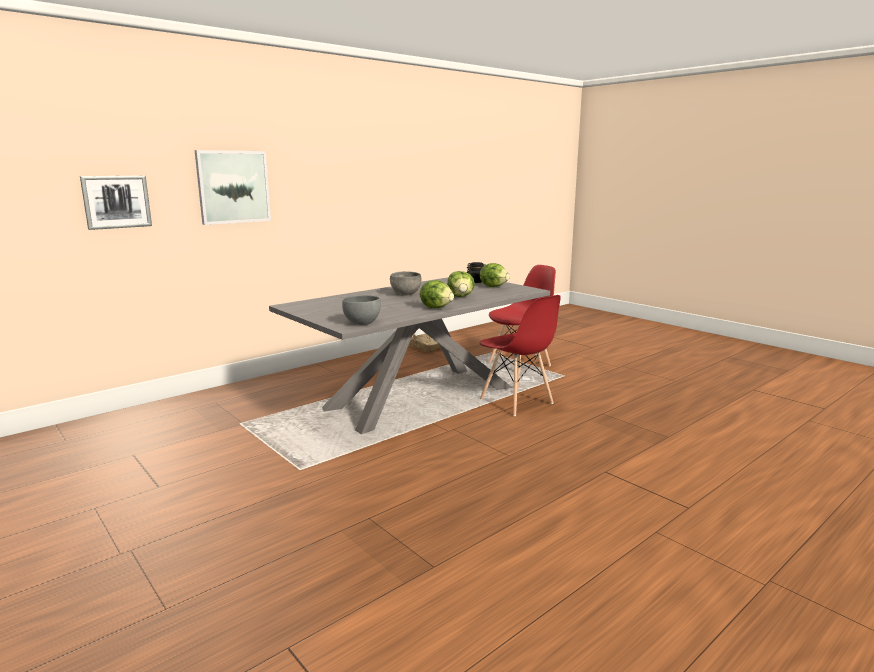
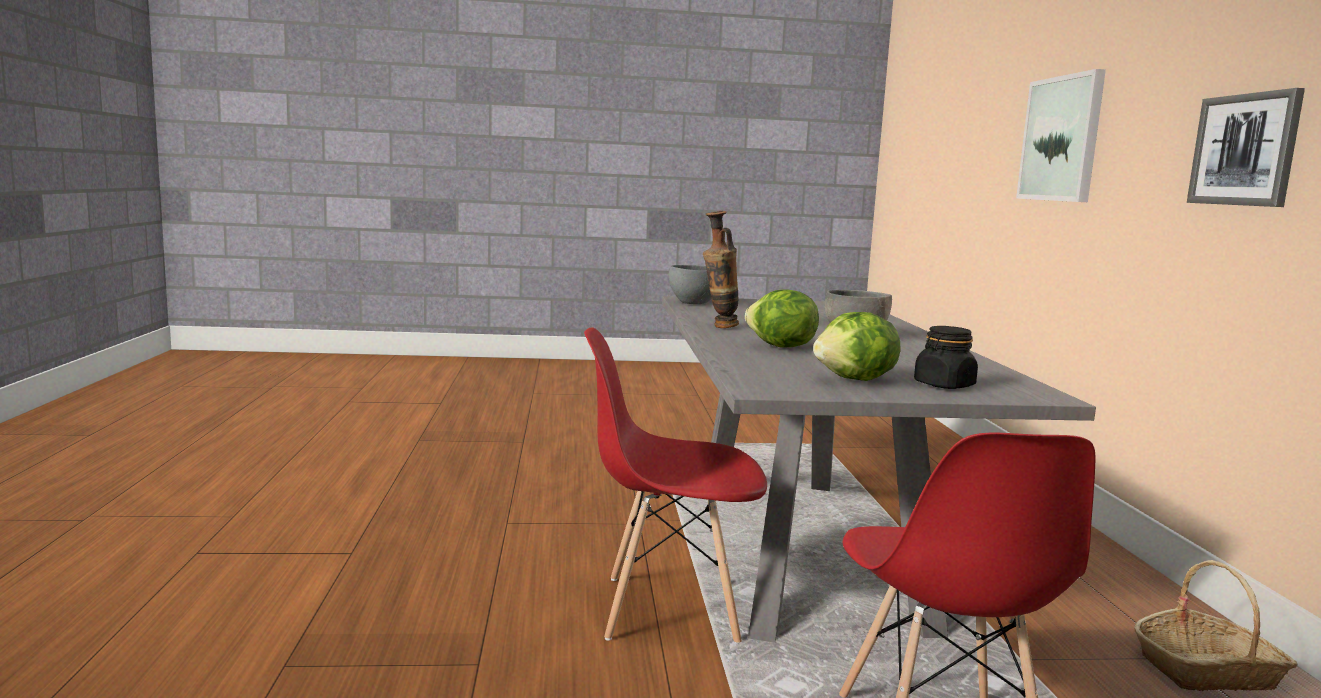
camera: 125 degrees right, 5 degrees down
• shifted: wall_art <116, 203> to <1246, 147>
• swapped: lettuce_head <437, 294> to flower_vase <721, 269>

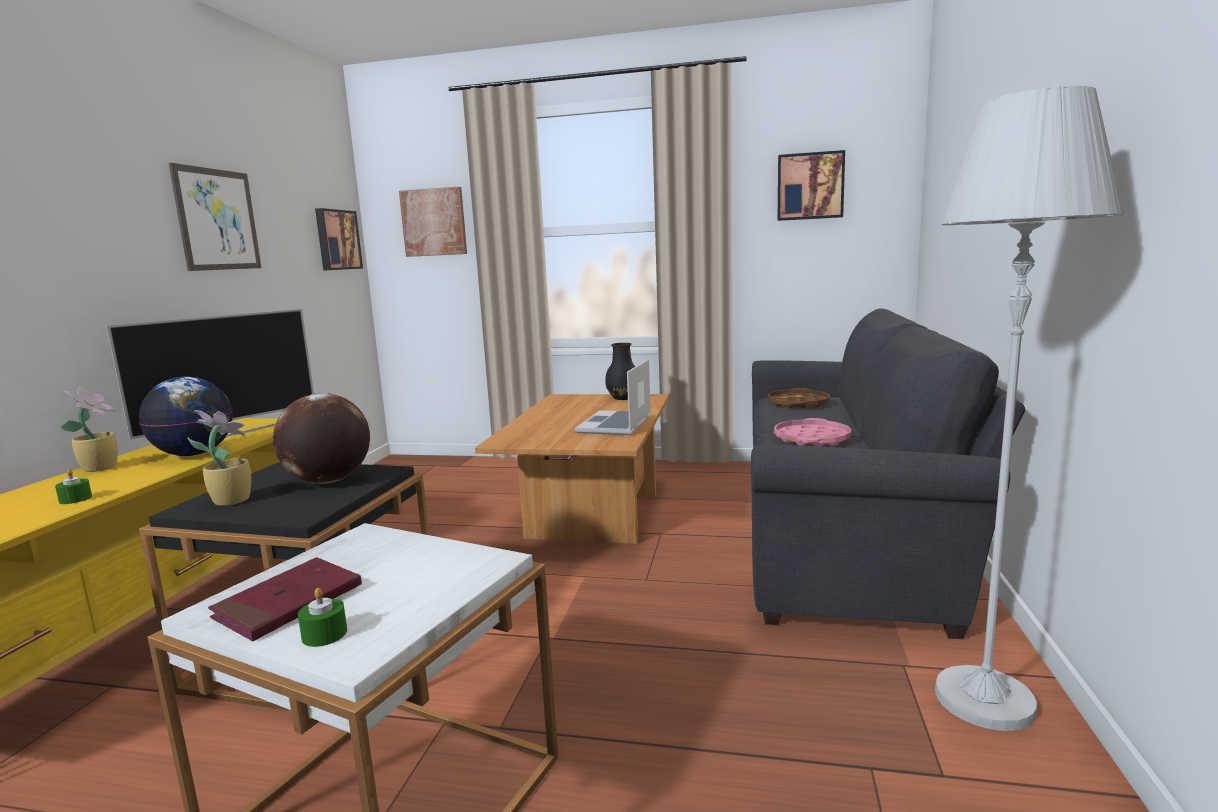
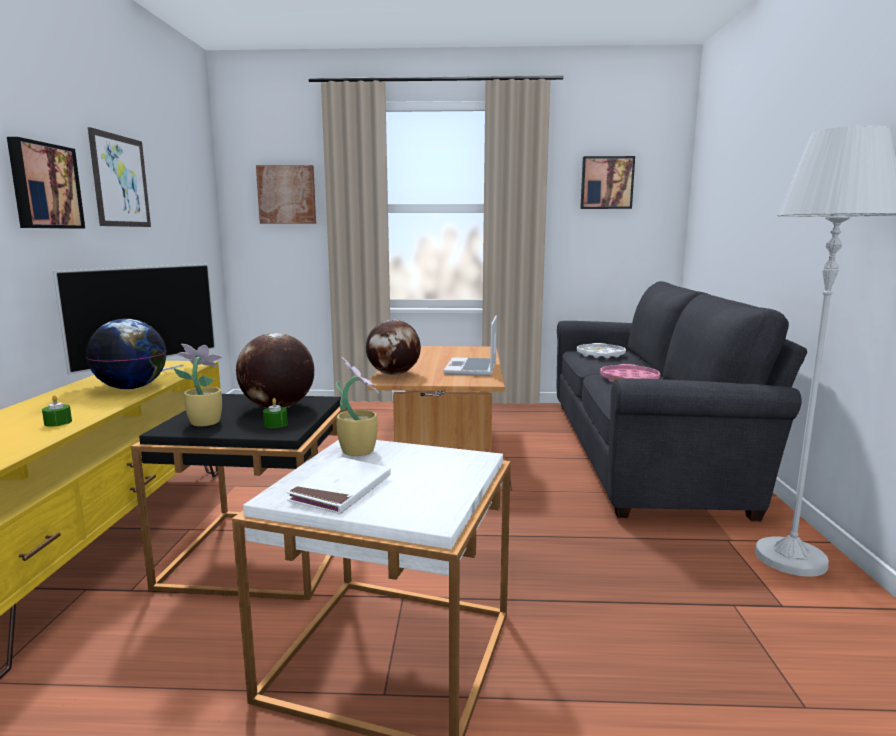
camera: 10 degrees left, 0 degrees up
• shifted: wall_art <339, 239> to <46, 183>
• gone: black-coloured_flower_vase <620, 371>
• shifted: plant_in_a_pot <89, 429> to <357, 406>
• repainted: brown_serving_tray <799, 398> to white-coloured_serving_tray <601, 350>
• repainted: red-coloured_book <285, 599> to white-coloured_book <339, 485>
• shifted: green_candle <322, 617> to <275, 413>
• new: world_globe <393, 347>

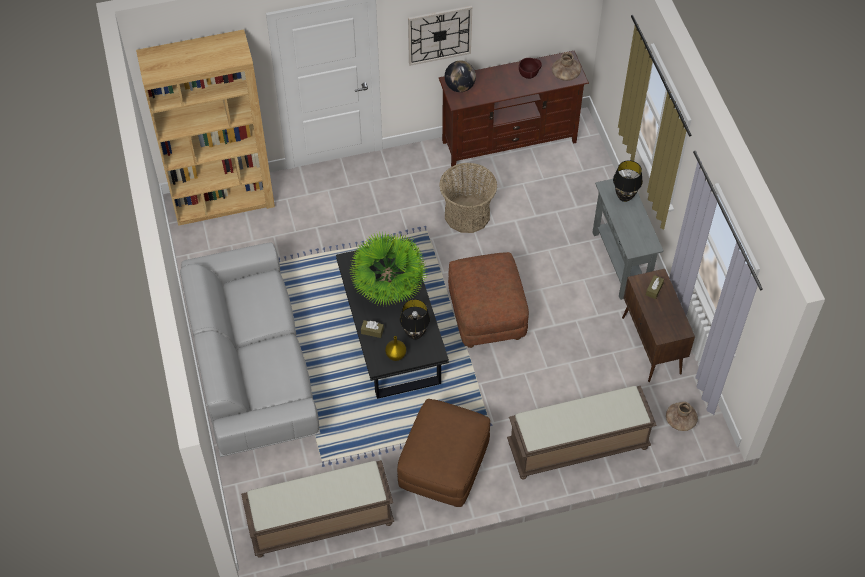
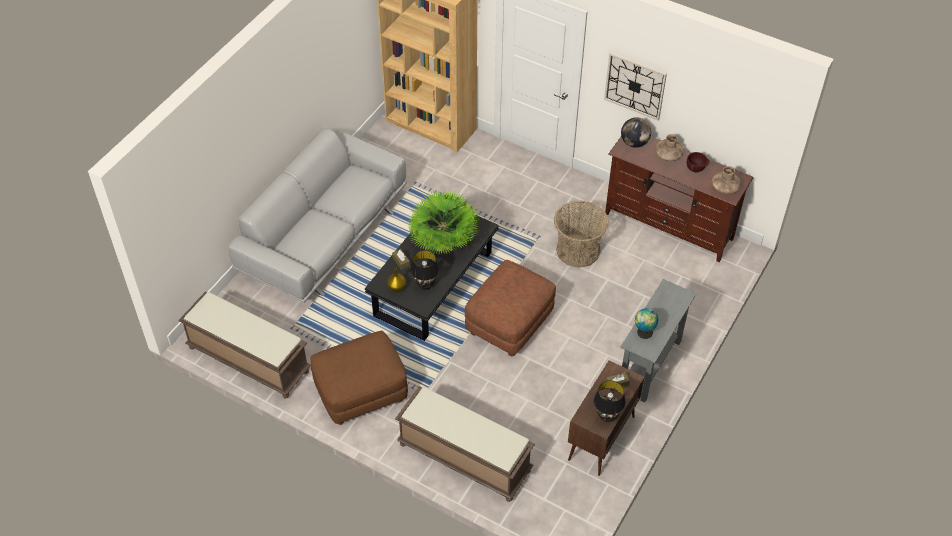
camera: 45 degrees right, 5 degrees down
• shifted: black-coloured_table_lamp <628, 181> to <609, 401>
• shifted: brown_flower_vase <682, 416> to <669, 147>
• new: world_globe <647, 323>

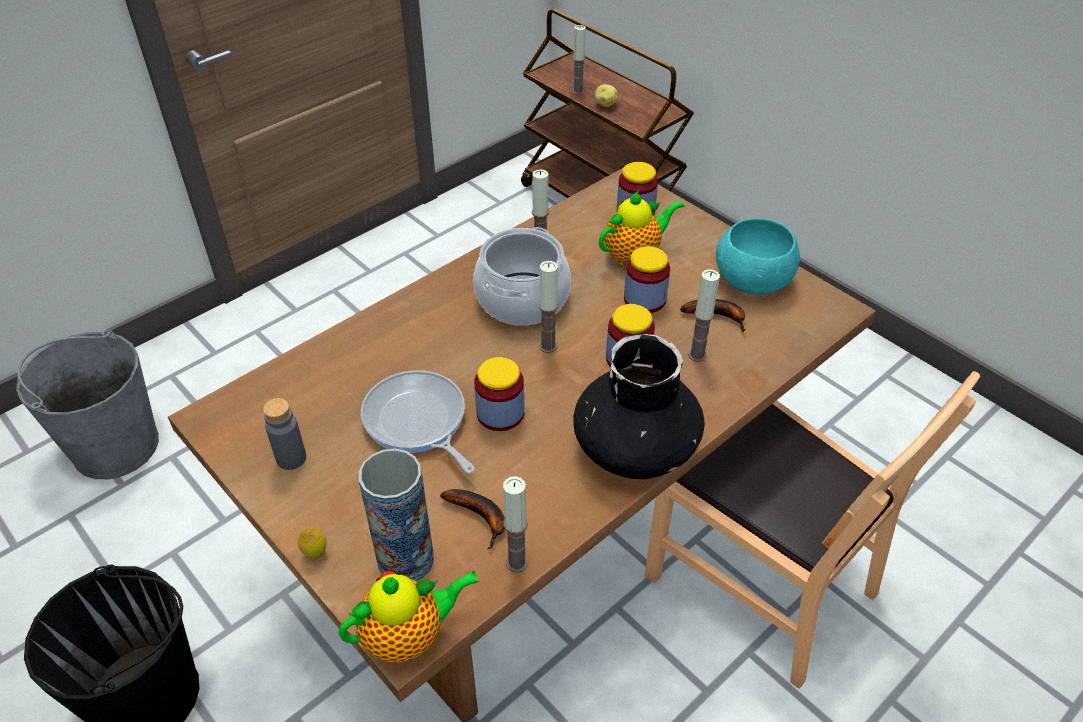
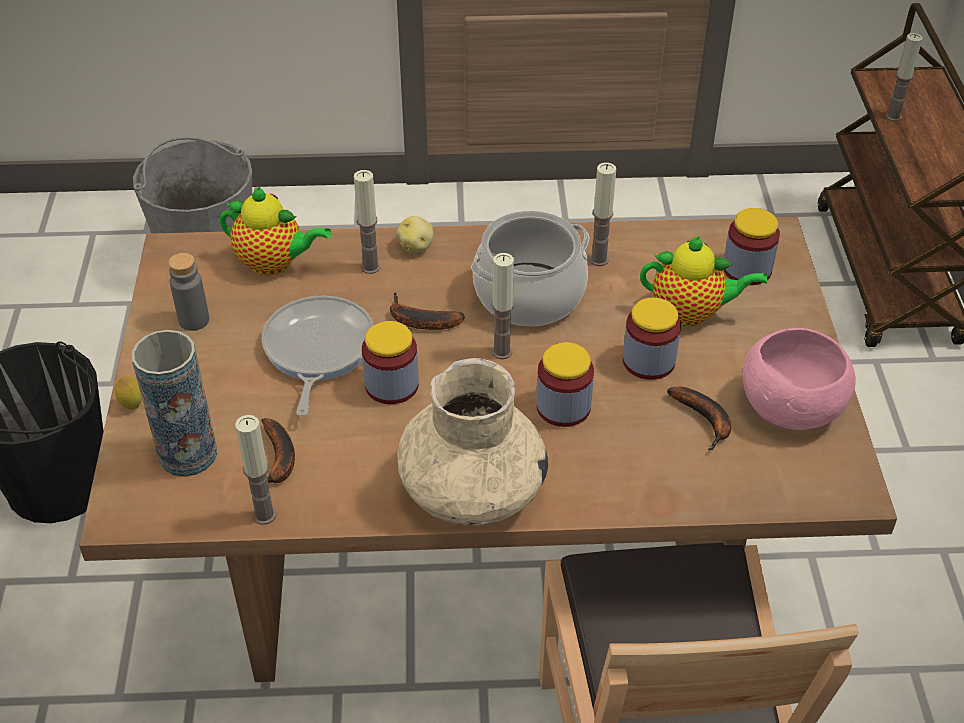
camera: 40 degrees right, 0 degrees up
• shifted: whole_potato <606, 95> to <414, 234>
• repainted: turquoise-coloured_serving_bowl <758, 256> to pink_serving_bowl <799, 379>
• shifted: candle <704, 315> to <367, 222>
• repainted: black-coloured_flower_vase <639, 406> to sand-coloured_flower_vase <472, 441>
• shifted: pot_for_tea <409, 617> to <275, 231>
• new: banana_fruit <427, 311>

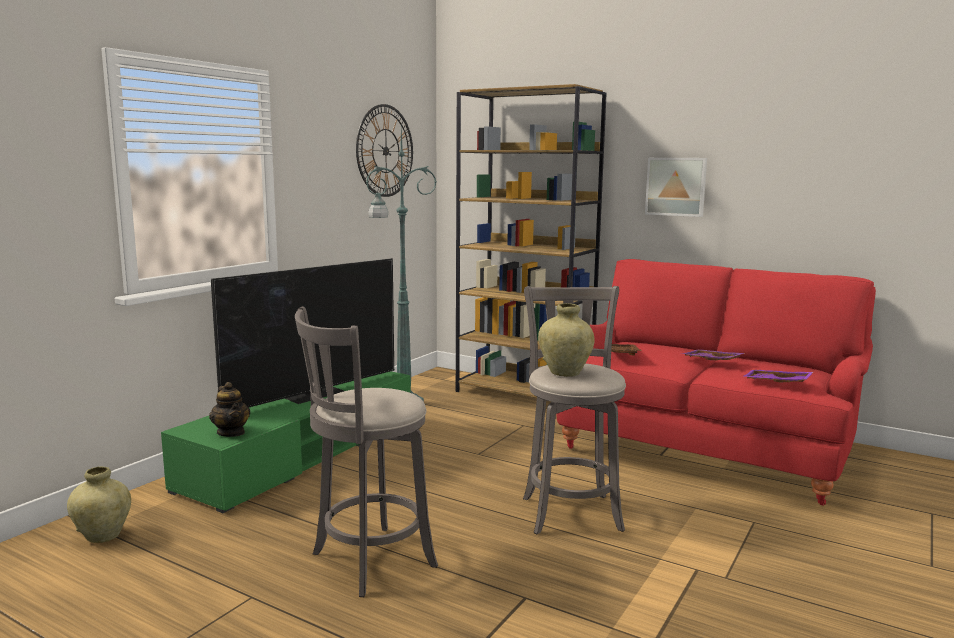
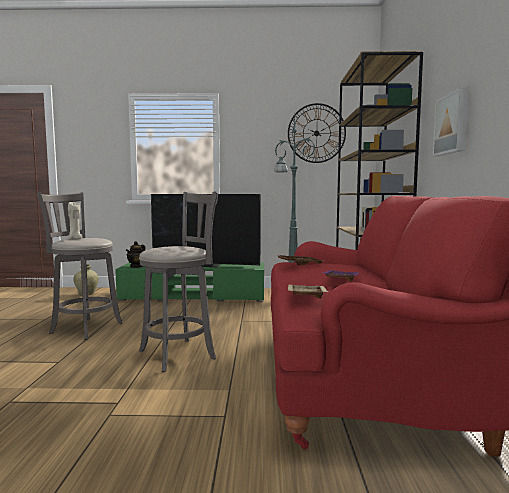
camera: 60 degrees right, 5 degrees down
• gone: sand-coloured_flower_vase <566, 340>
• repainted: purple_serving_tray <778, 376> to sand-coloured_serving_tray <308, 291>
• new: sand-coloured_candle <75, 220>

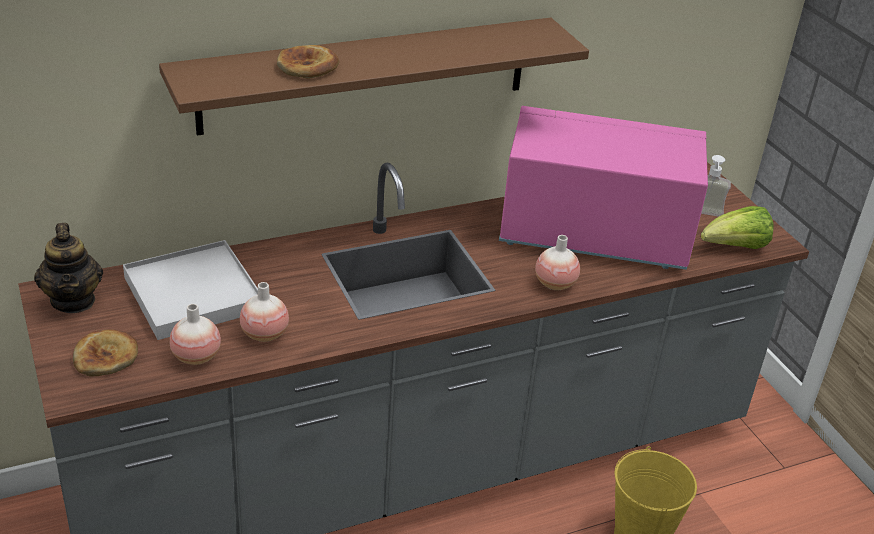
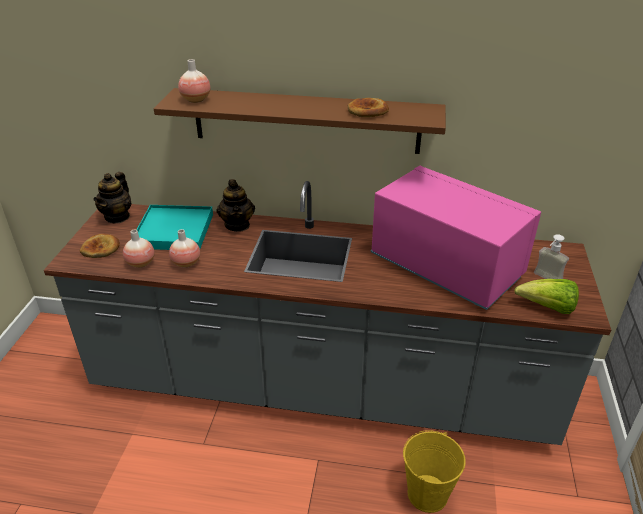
camera: 35 degrees right, 0 degrees up
• shifted: baked_bread <308, 61> to <368, 107>
• shifted: flower_vase <557, 263> to <194, 81>
• repainted: white-coloured_serving_tray <190, 290> to turquoise-coloured_serving_tray <174, 227>
• new: pot_for_tea <236, 205>

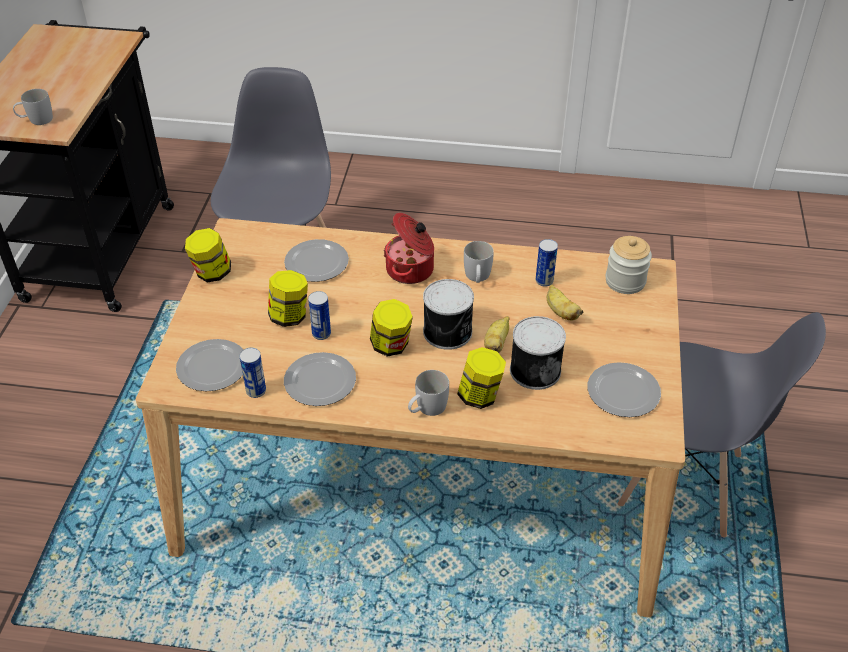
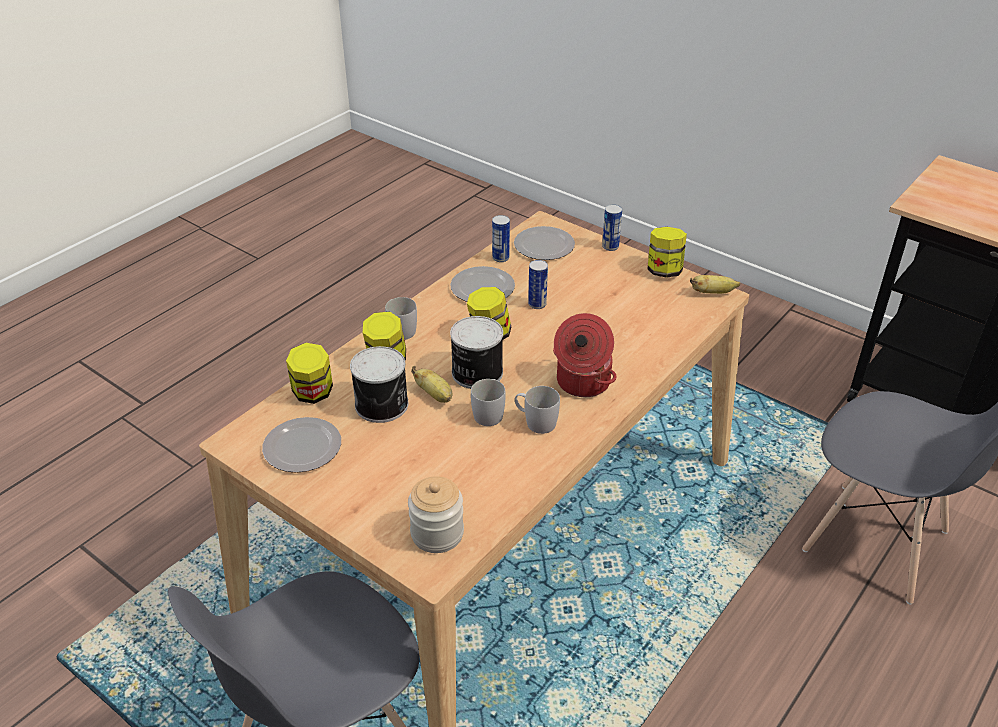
camera: 120 degrees right, 5 degrees down
• shifted: white-coloured_mug <33, 107> to <488, 402>
• gone: plate <316, 260>
• shifted: metal_can <547, 263> to <612, 227>
• shifted: storage_jar <288, 298> to <309, 373>
• shifted: banana_fruit <565, 302> to <715, 284>

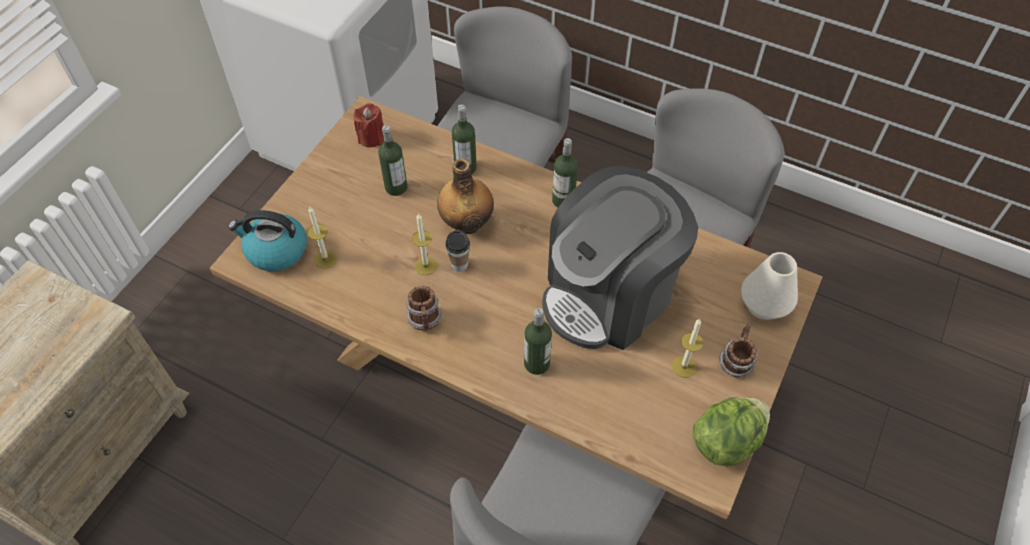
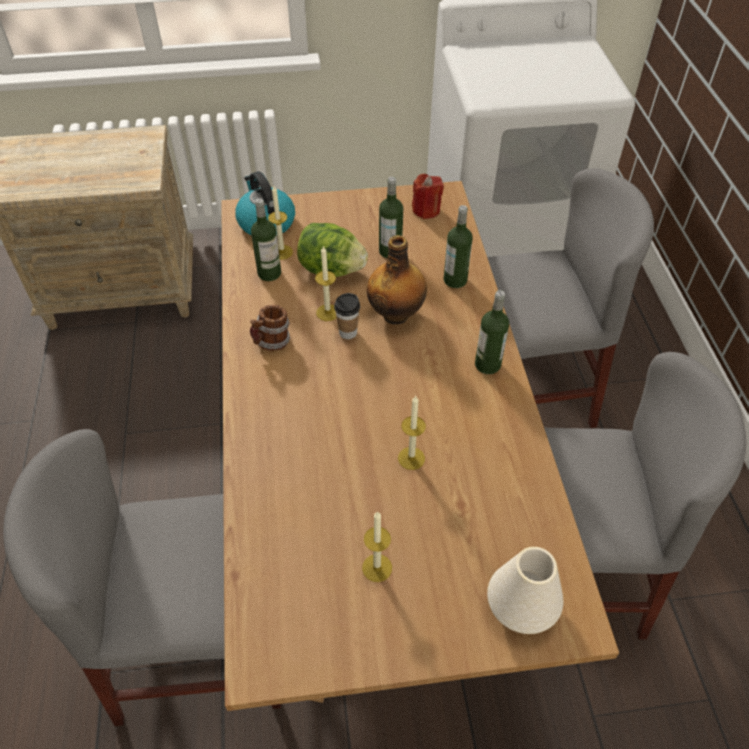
camera: 55 degrees right, 5 degrees down
• swapped: coffee_brewer <620, 258> to candle <412, 433>
• shifted: bottle <538, 341> to <266, 239>
• gone: mug <738, 350>
• shifted: lettuce_head <731, 432> to <332, 250>

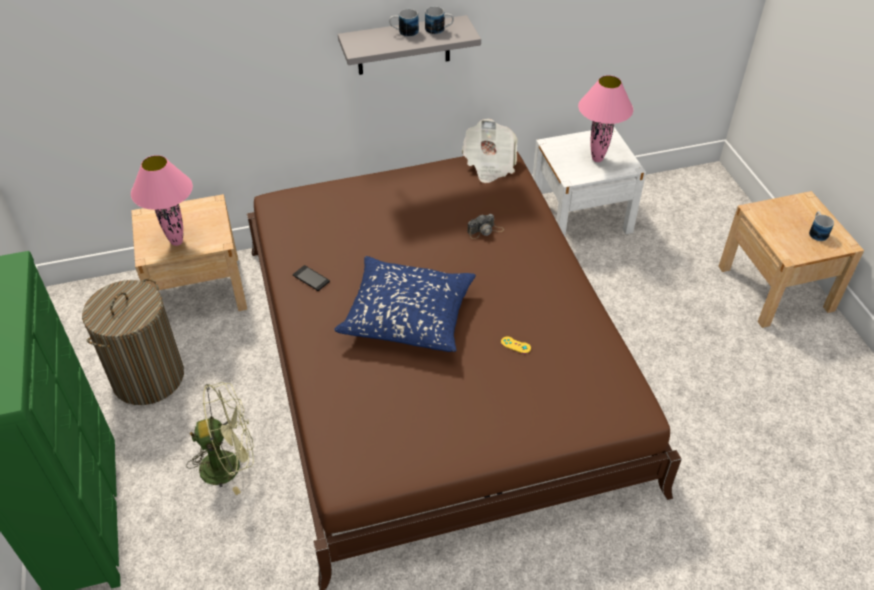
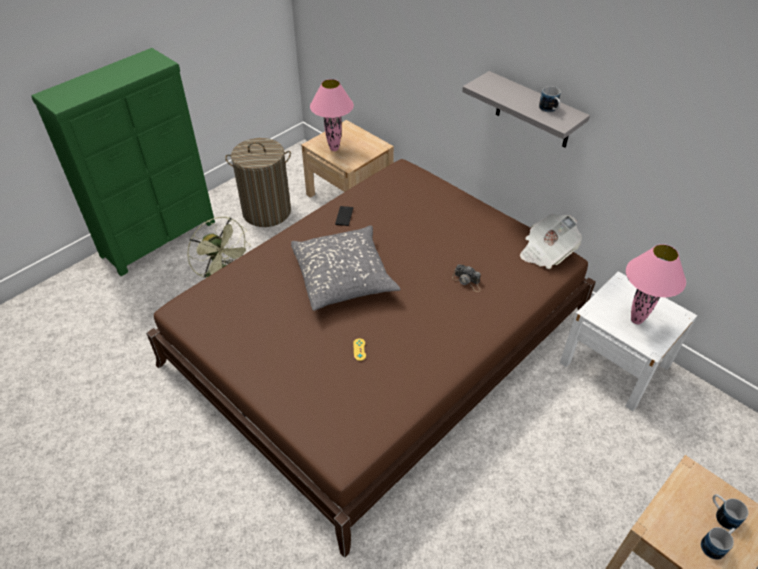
camera: 60 degrees right, 0 degrees up
• shifted: mug <404, 23> to <730, 512>
• repainted: blue_cushion <405, 304> to grey_cushion <346, 268>

